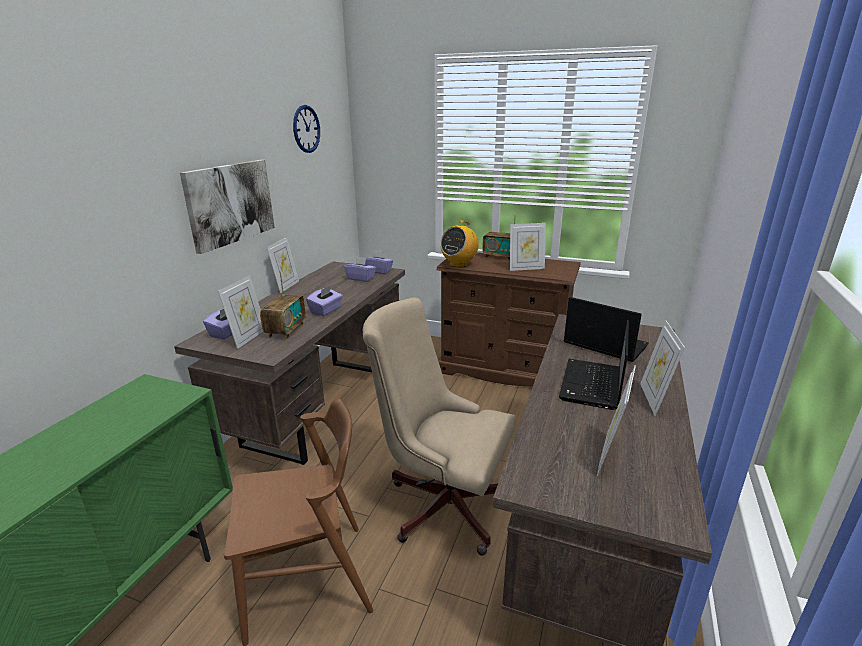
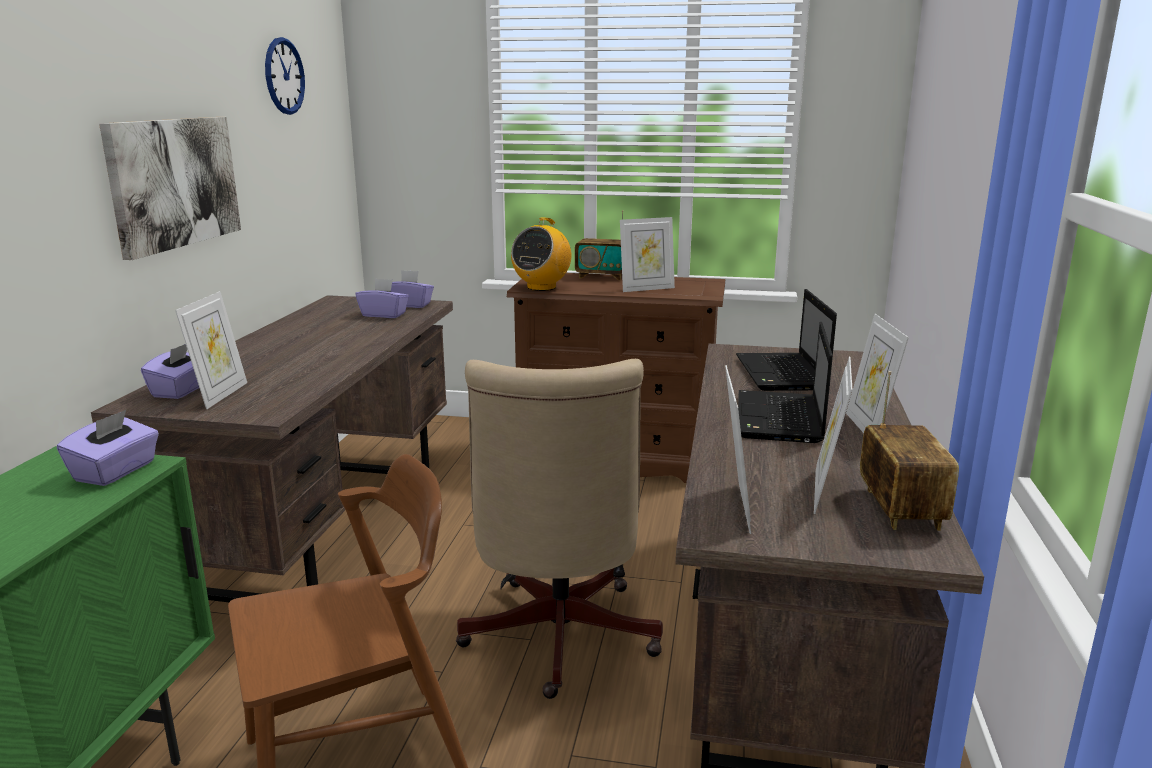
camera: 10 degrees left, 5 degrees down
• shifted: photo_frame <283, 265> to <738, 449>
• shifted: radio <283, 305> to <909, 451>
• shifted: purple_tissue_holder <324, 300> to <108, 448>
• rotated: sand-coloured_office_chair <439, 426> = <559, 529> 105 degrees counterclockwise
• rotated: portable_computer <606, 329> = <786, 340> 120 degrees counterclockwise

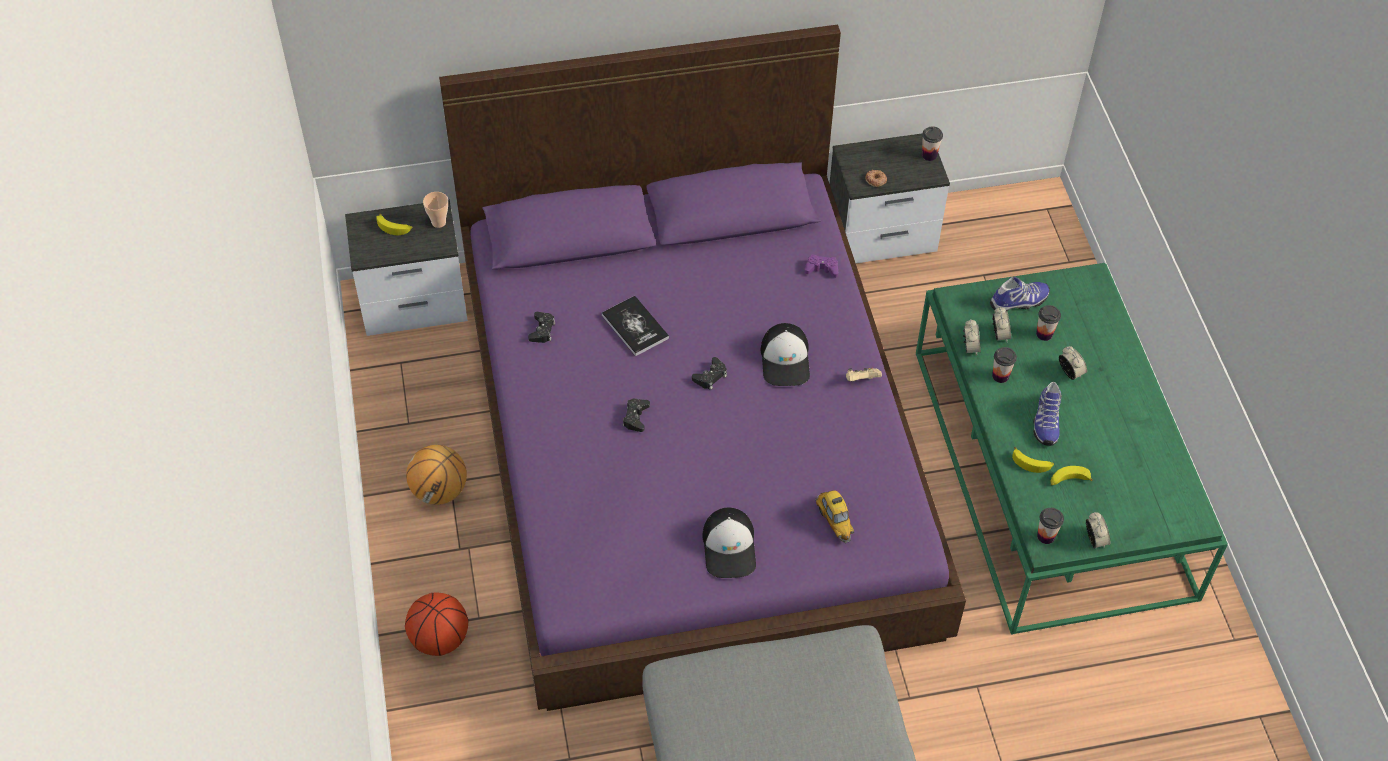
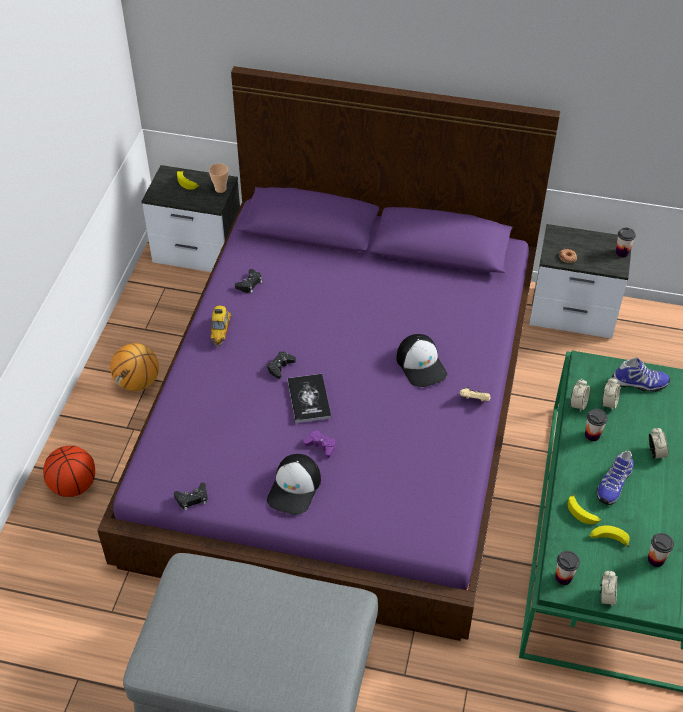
camera: 25 degrees right, 5 degrees down
• shifted: purple_gamepad <821, 266> to <319, 444>
• shifted: book <635, 326> to <309, 398>
• shifted: cup <1048, 323> to <661, 550>
• rotated: cap <785, 354> = <421, 360> 45 degrees counterclockwise
• shifted: black-coloured_gamepad <709, 373> to <191, 496>
• shifted: model_car <835, 516> to <220, 326>

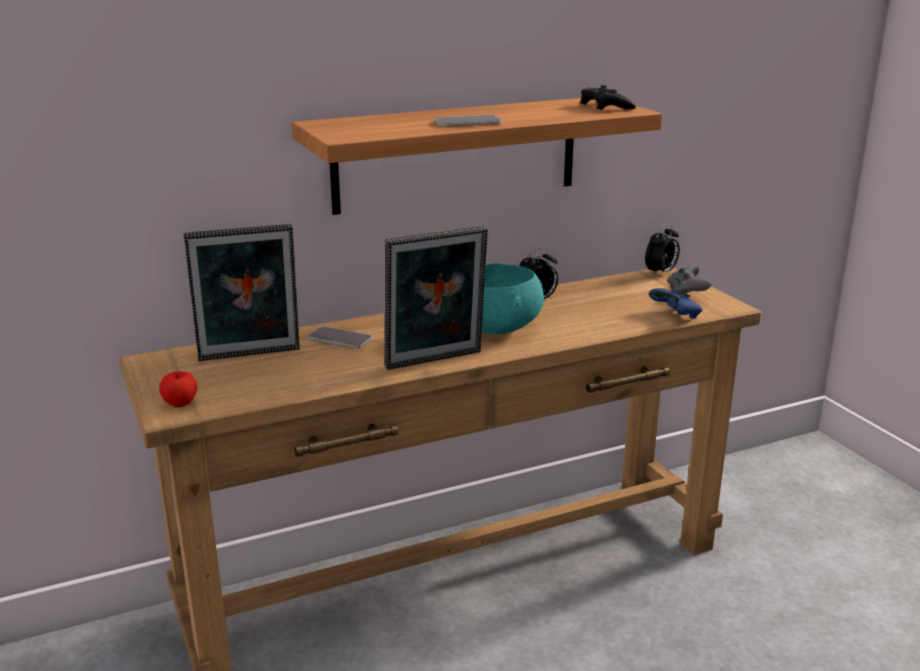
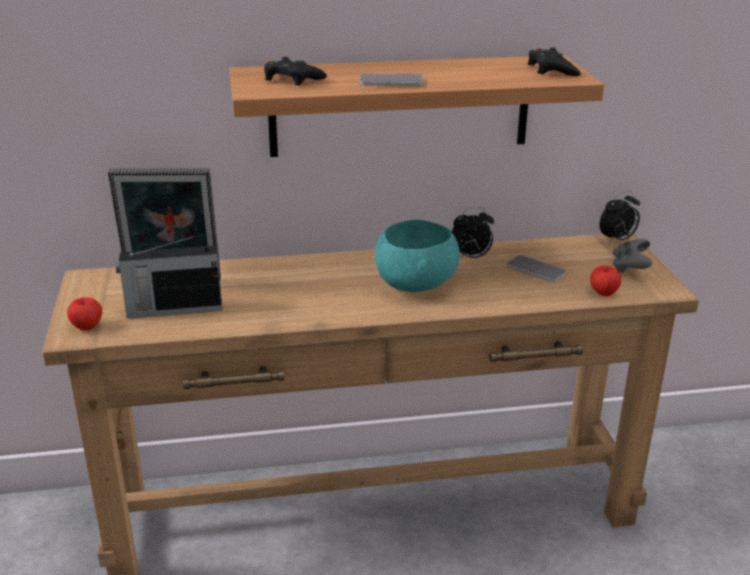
camera: 15 degrees right, 5 degrees up
• gone: photo_frame <436, 298>
• swapped: blue_gamepad <676, 303> to whole_apple <605, 281>
• shifted: phone <340, 337> to <536, 268>
• new: black-coloured_gamepad <295, 71>
• new: radio <169, 276>

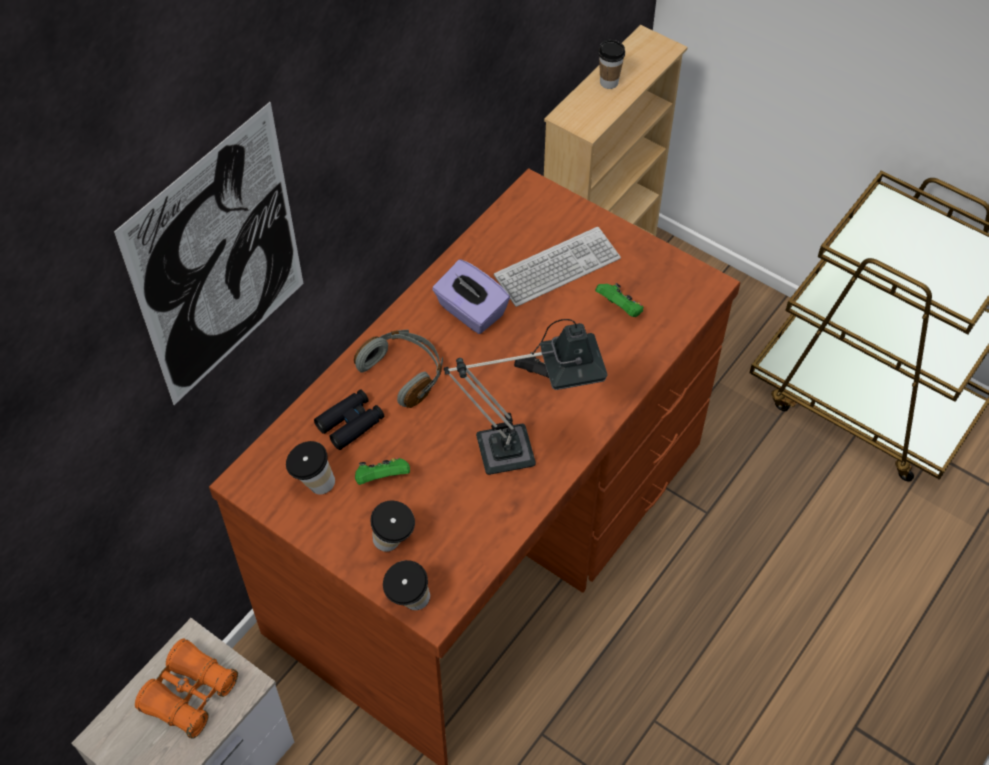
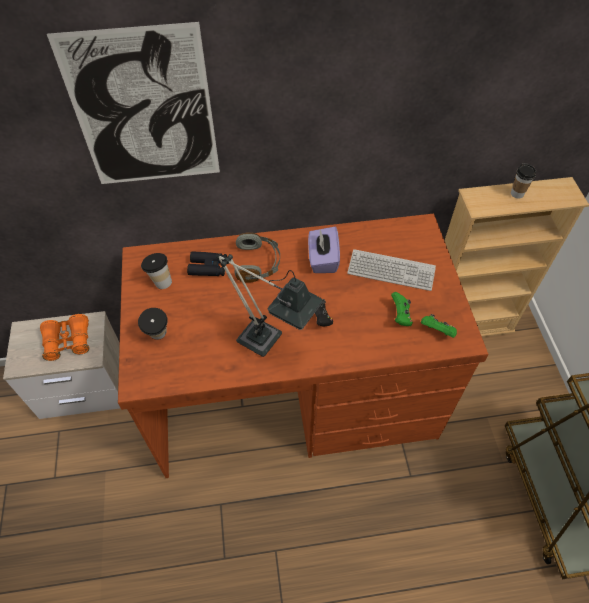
camera: 45 degrees right, 0 degrees up
• shifted: green_gamepad <382, 471> to <439, 326>
• gone: cup <406, 585>

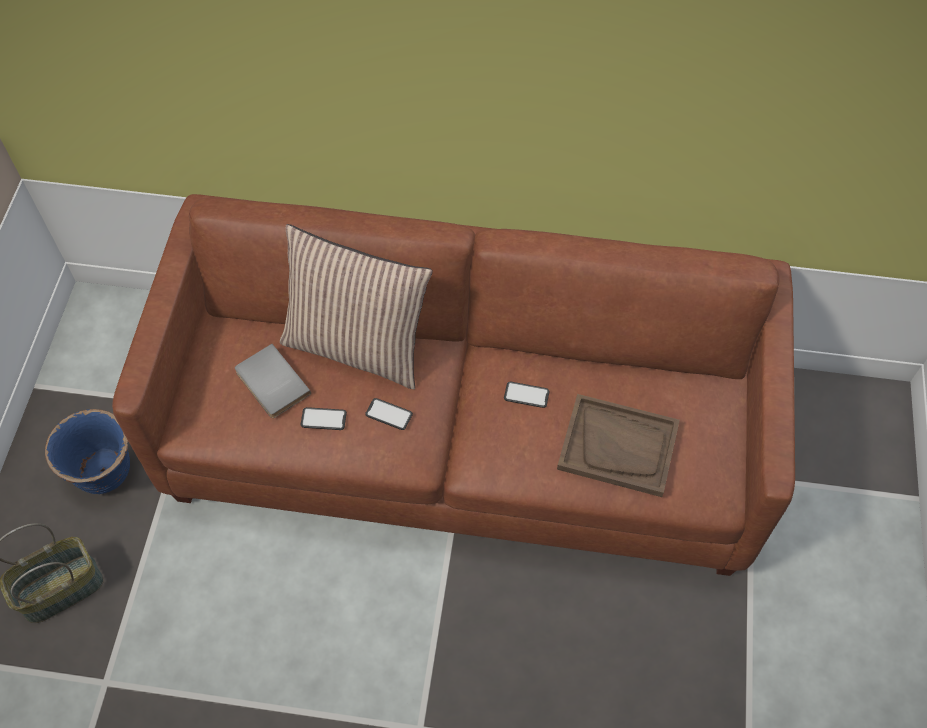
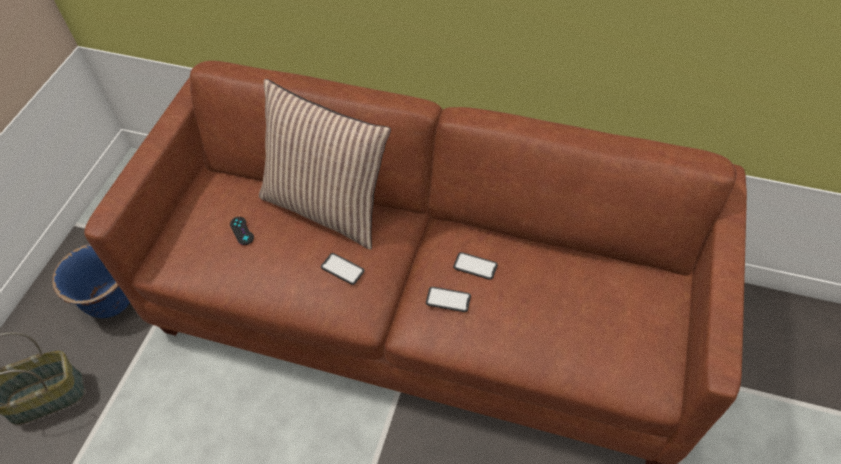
camera: 10 degrees right, 5 degrees down
• swapped: grey_book <273, 381> to black-coloured_gamepad <242, 231>
• gone: brown_serving_tray <618, 445>
• shifted: phone <323, 418> to <448, 299>

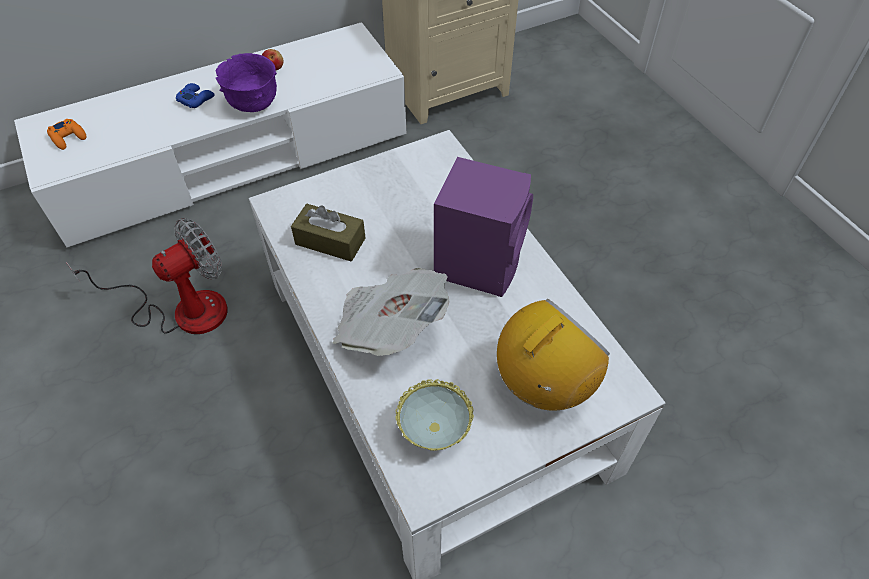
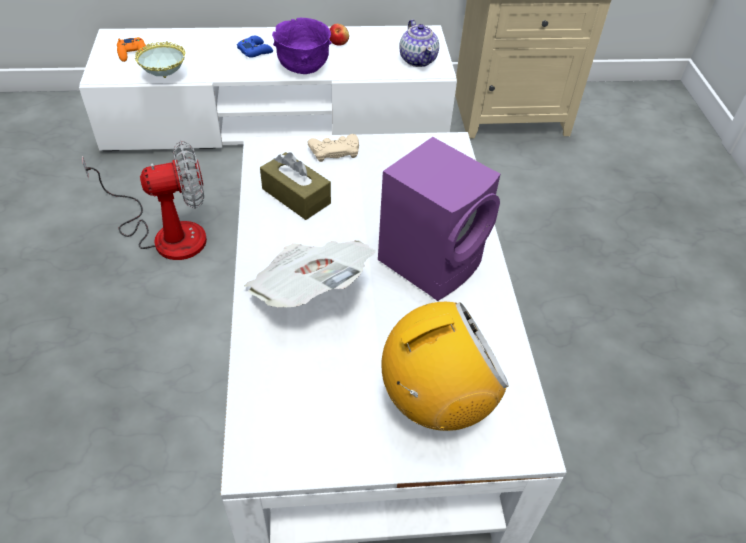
camera: 20 degrees right, 5 degrees down
• shifted: serving_bowl <435, 415> to <160, 59>
• new: pot_for_tea <419, 43>
• new: sand-coloured_gamepad <333, 148>

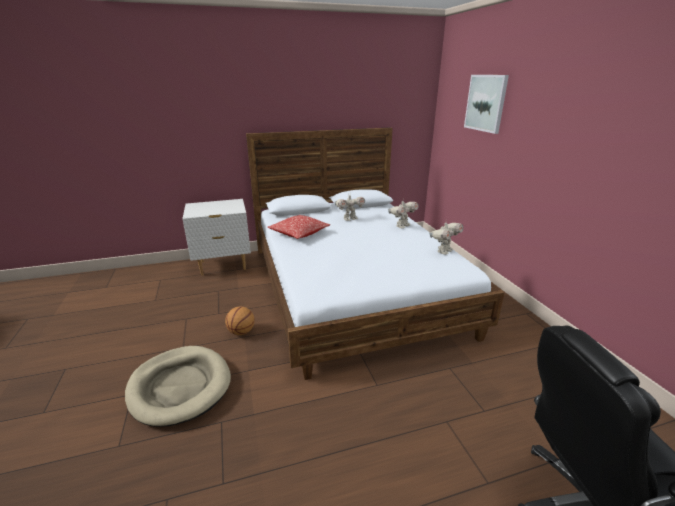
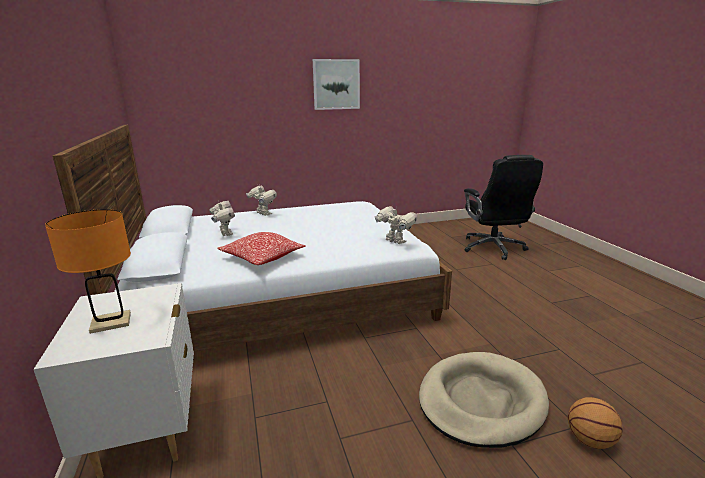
camera: 90 degrees left, 5 degrees down
• shifted: wall_art <486, 104> to <336, 84>
• shifted: model_robot <446, 237> to <395, 225>
• shifted: basketball_ball <240, 320> to <595, 423>
• new: orange-coloured_table_lamp <88, 271>

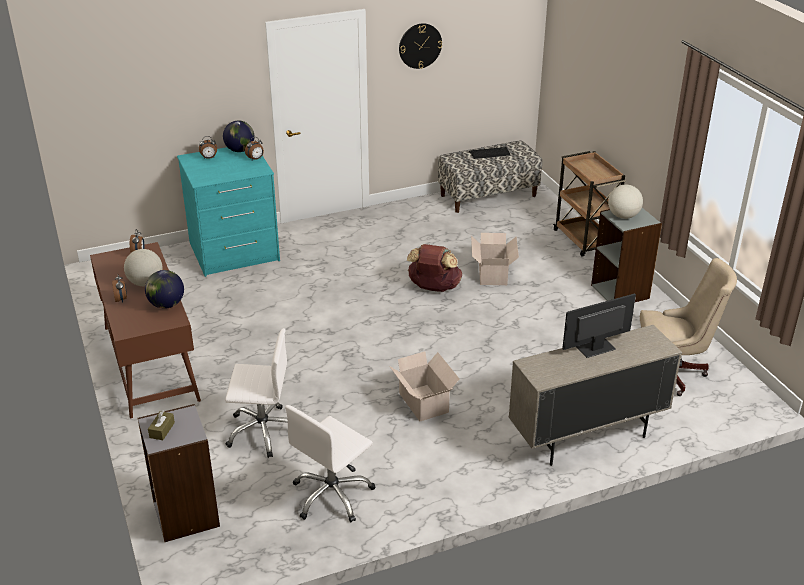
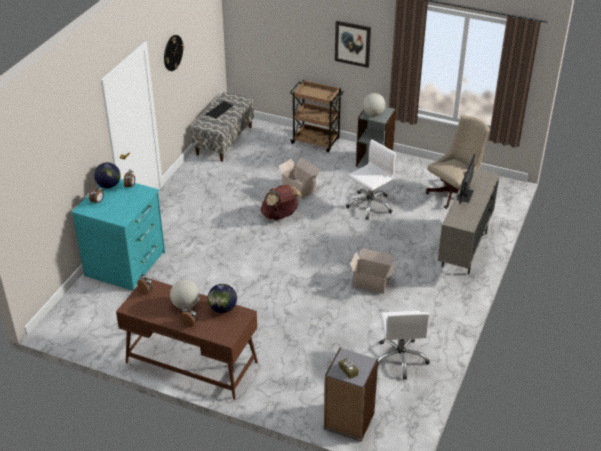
camera: 45 degrees left, 5 degrees up
• shifted: white-coloured_office_chair <256, 393> to <371, 179>
• new: wall_art <353, 44>

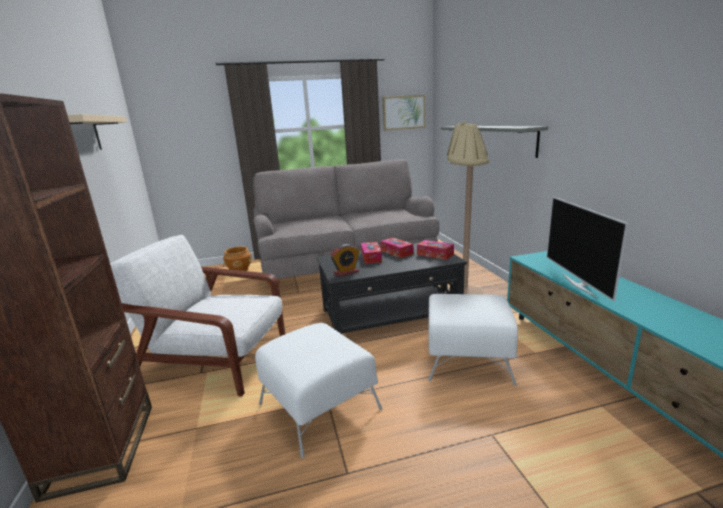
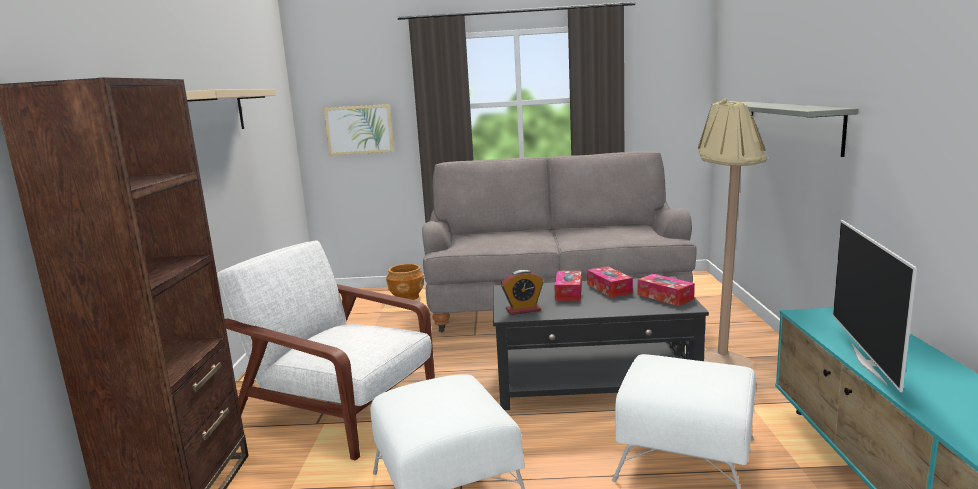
camera: 15 degrees right, 5 degrees down
• shifted: wall_art <403, 113> to <359, 129>

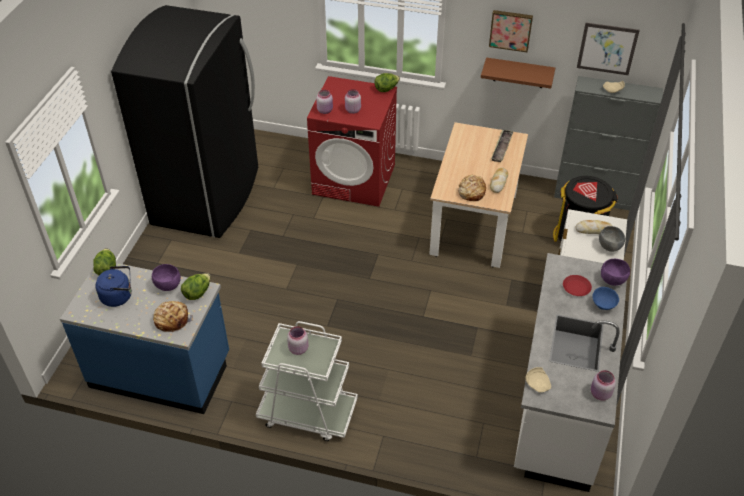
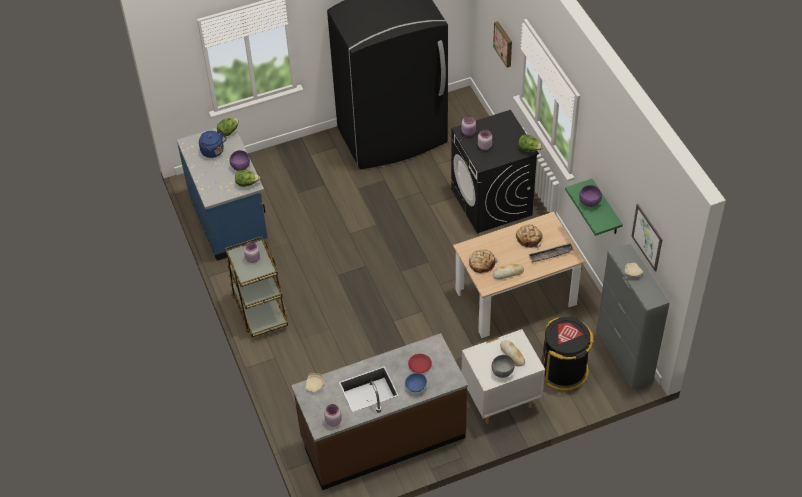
camera: 55 degrees right, 5 degrees up
• shifted: wall_art <511, 31> to <502, 44>
• repainted: brown_bracket_shelf <518, 73> to green_bracket_shelf <594, 207>
• repainted: red-coloured_laundry_appliance <352, 141> to black-coloured_laundry_appliance <495, 171>
• repainted: white-coloured_kitchen_counter <570, 372> to brown_kitchen_counter <379, 411>
• shifted: purple_serving_bowl <615, 272> to <590, 196>
• shifted: baked_bread <173, 316> to <529, 236>
• repainted: white-coloured_wheeled_cart <307, 381> to brown_wheeled_cart <256, 286>

